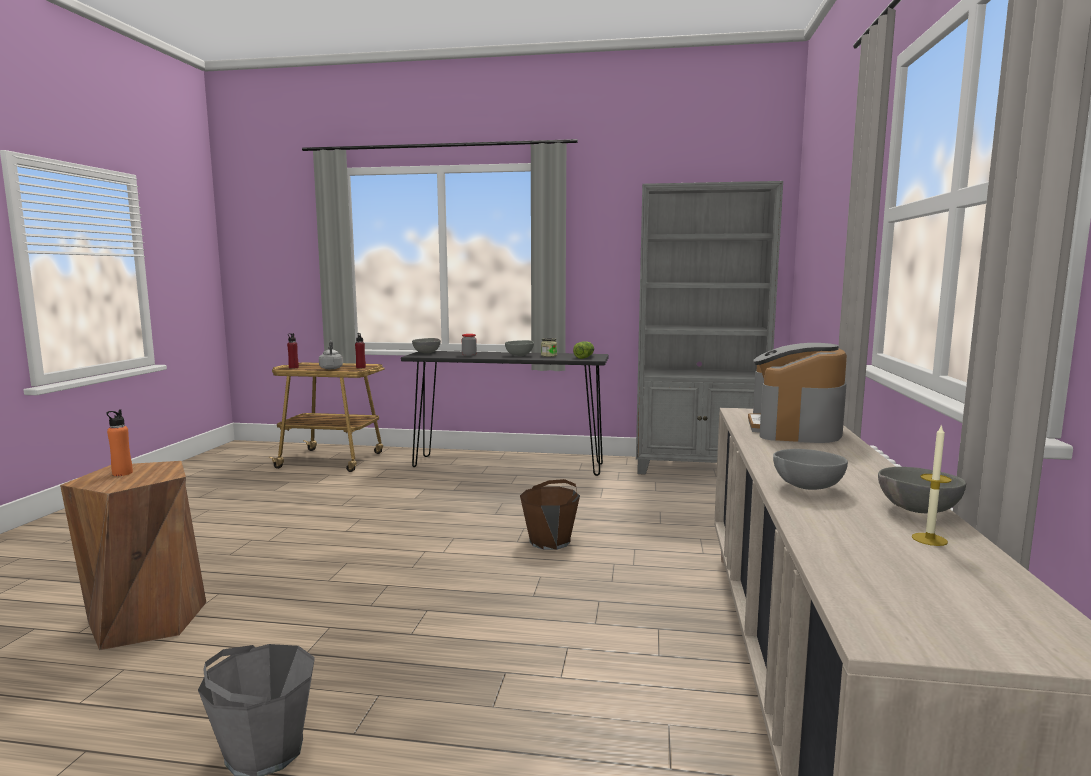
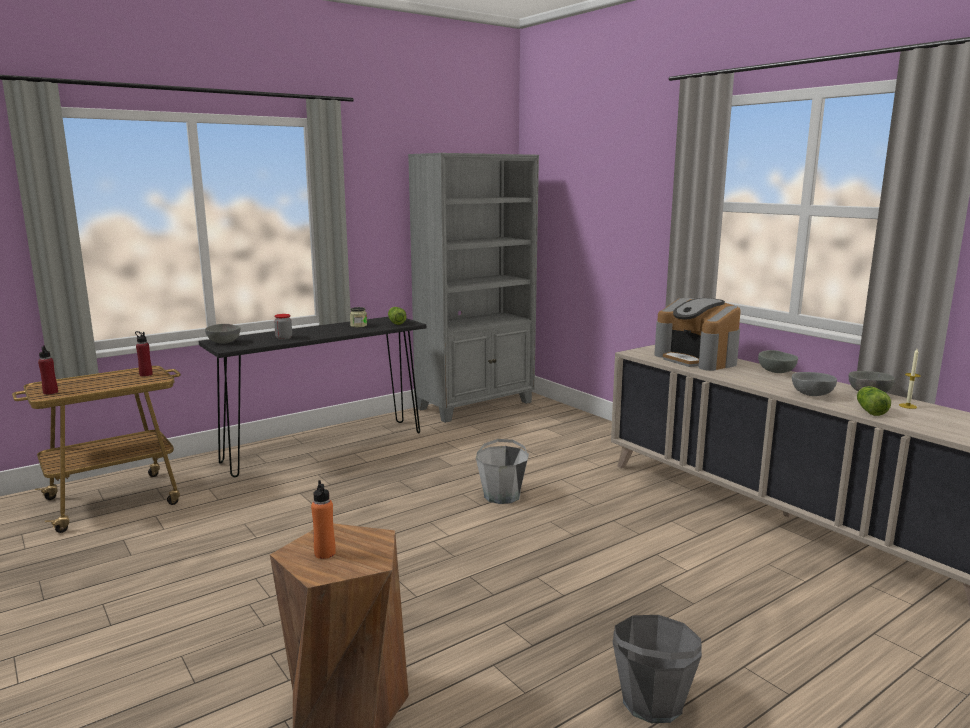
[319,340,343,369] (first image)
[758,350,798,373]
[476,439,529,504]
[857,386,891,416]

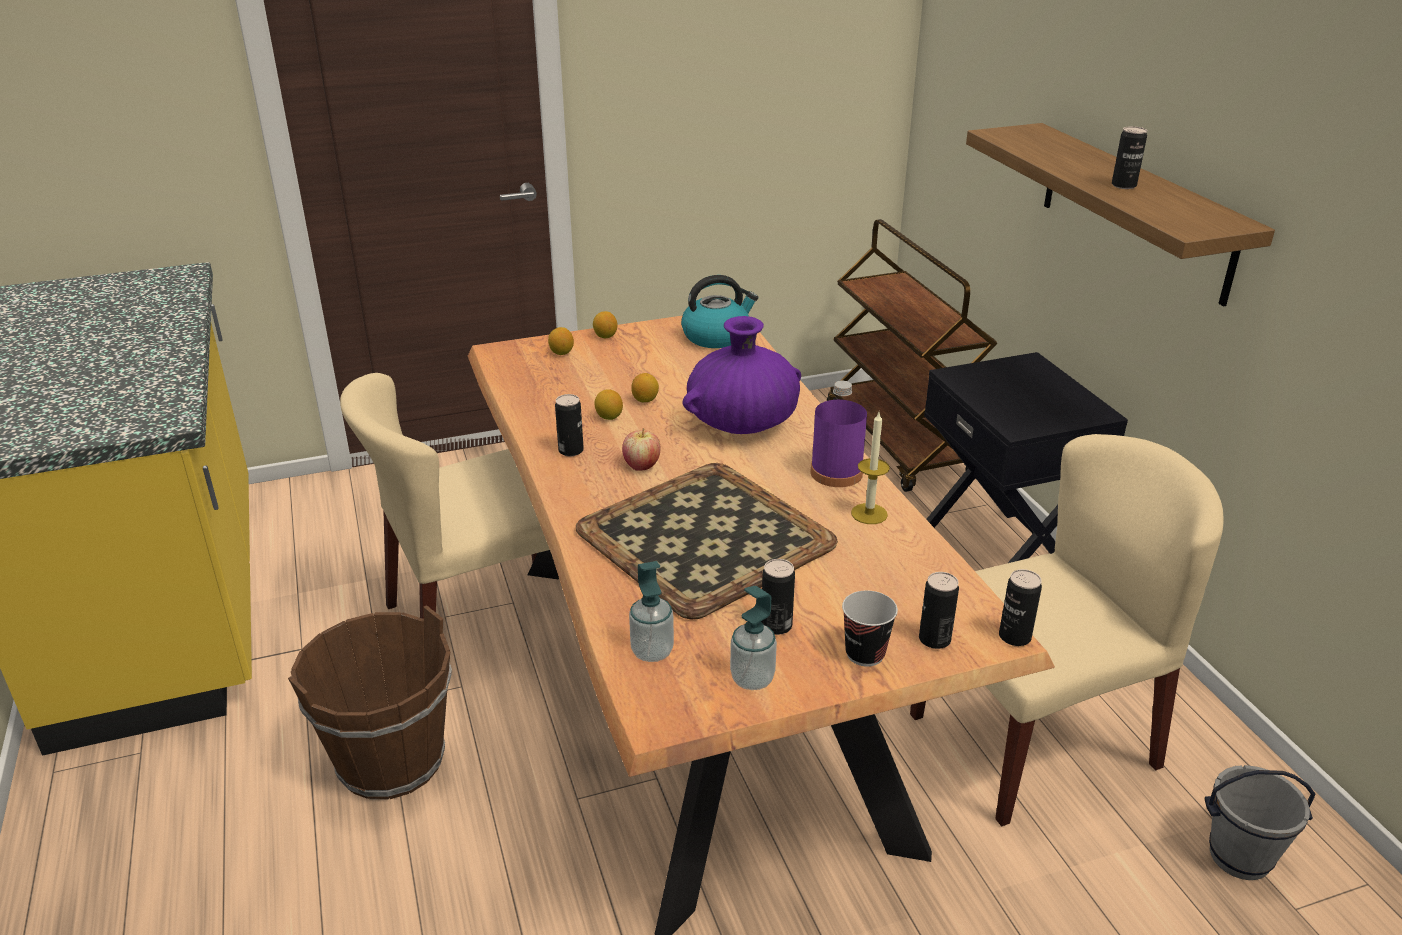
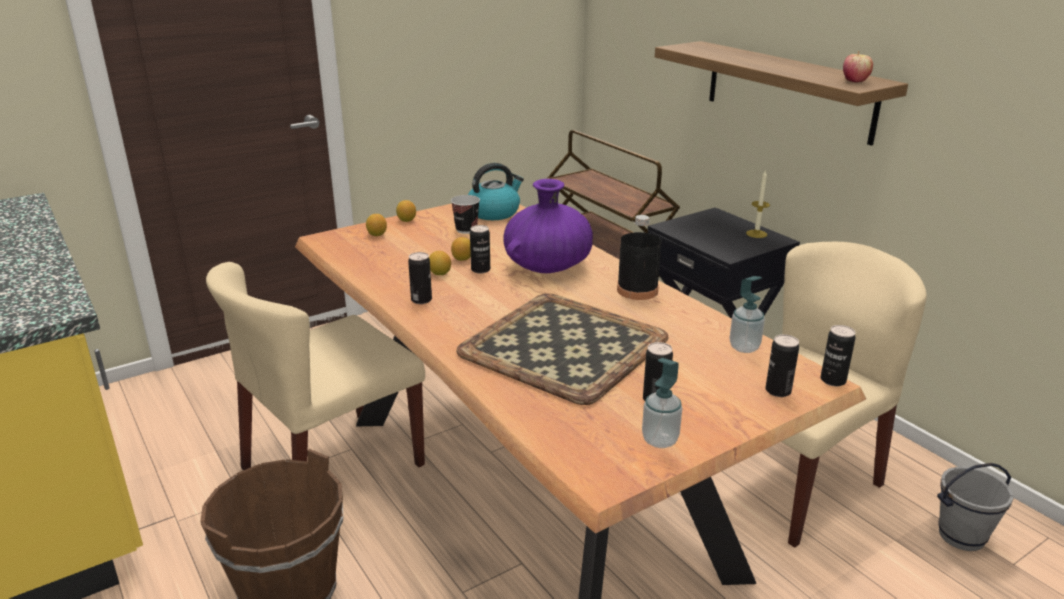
[843,51,873,82]
[729,276,765,353]
[617,215,661,300]
[451,195,480,234]
[746,169,770,238]
[470,225,490,274]

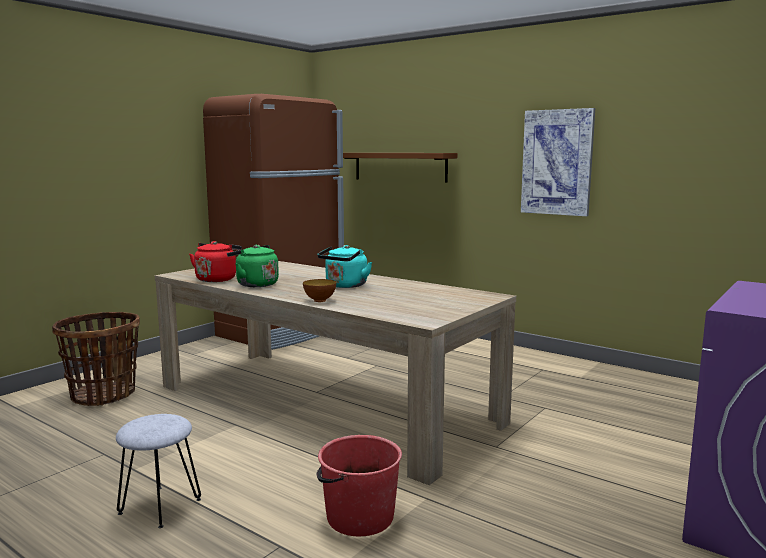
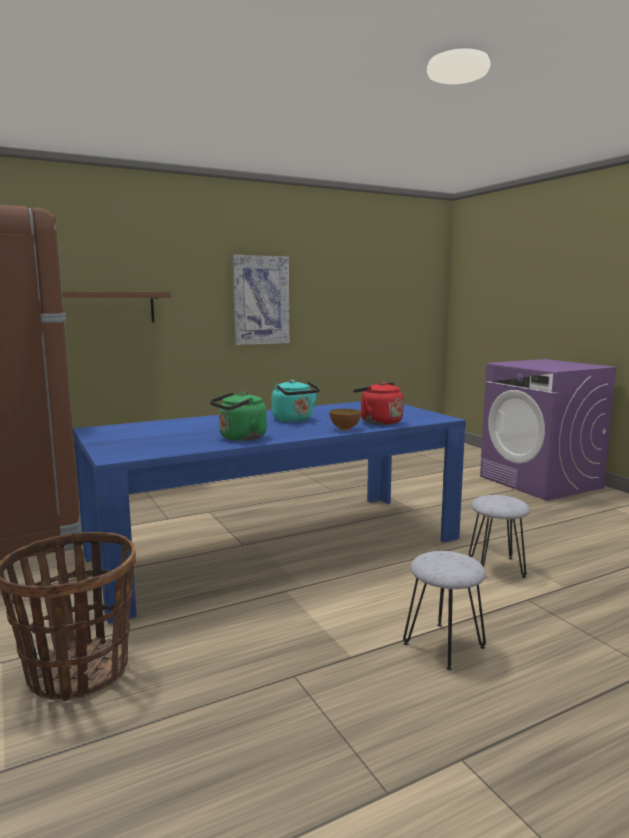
[73,401,466,624]
[353,382,404,425]
[469,495,530,578]

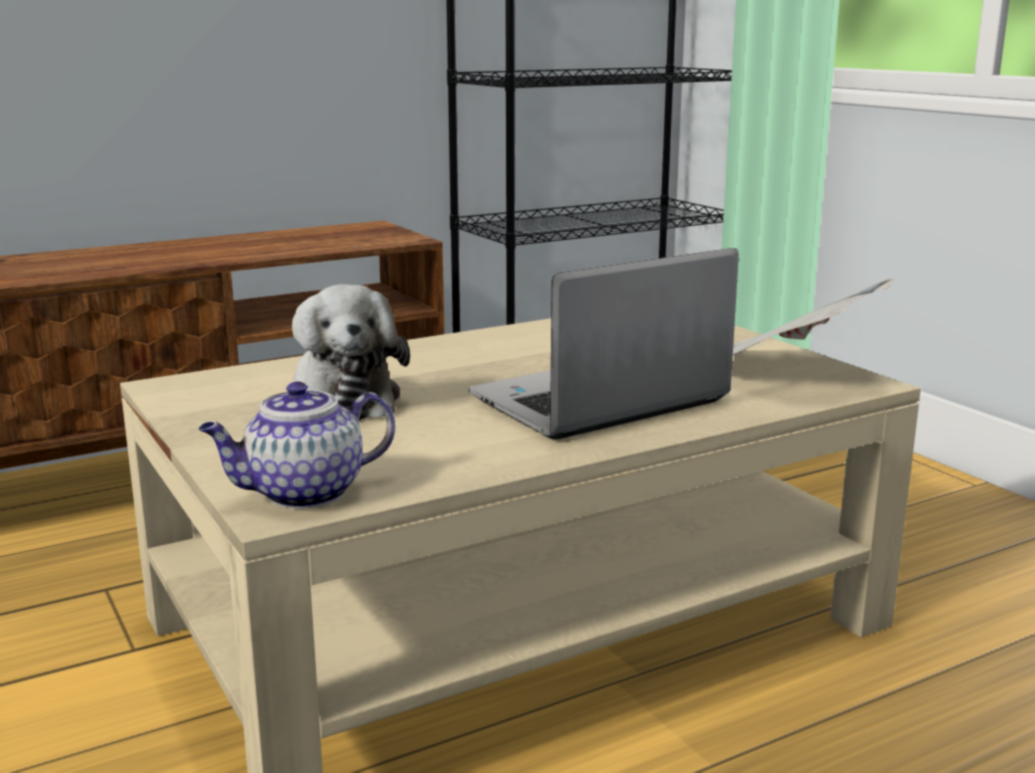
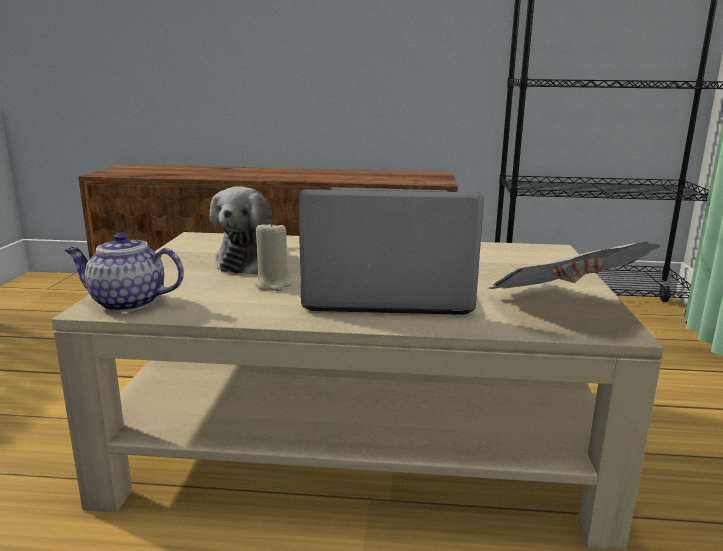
[254,220,293,291]

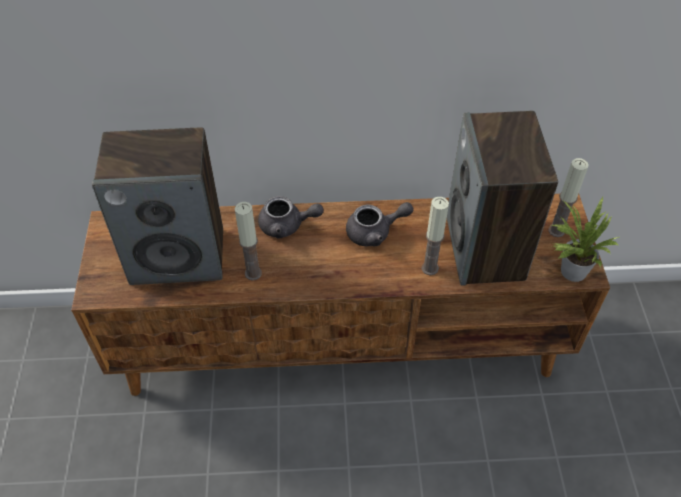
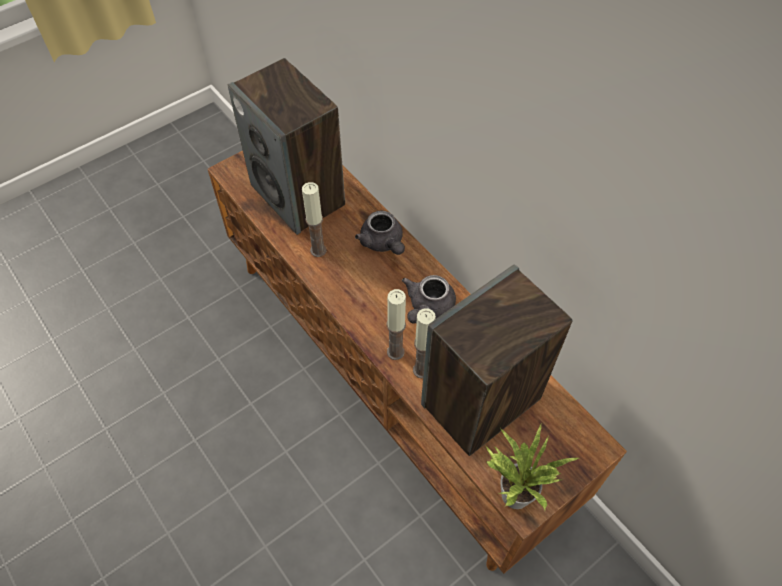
[402,275,456,324]
[386,289,406,360]

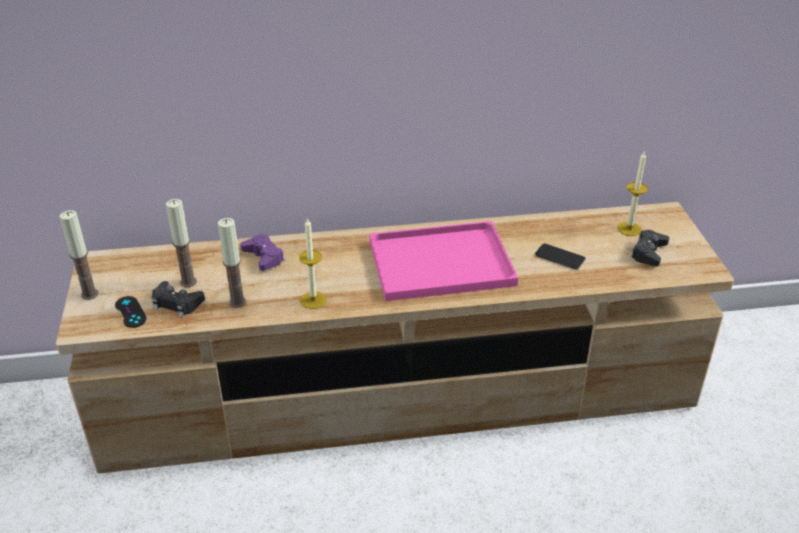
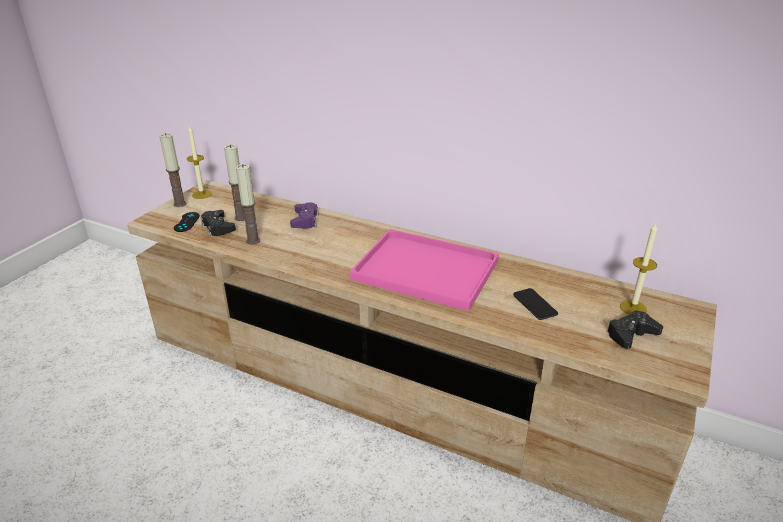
[187,125,212,199]

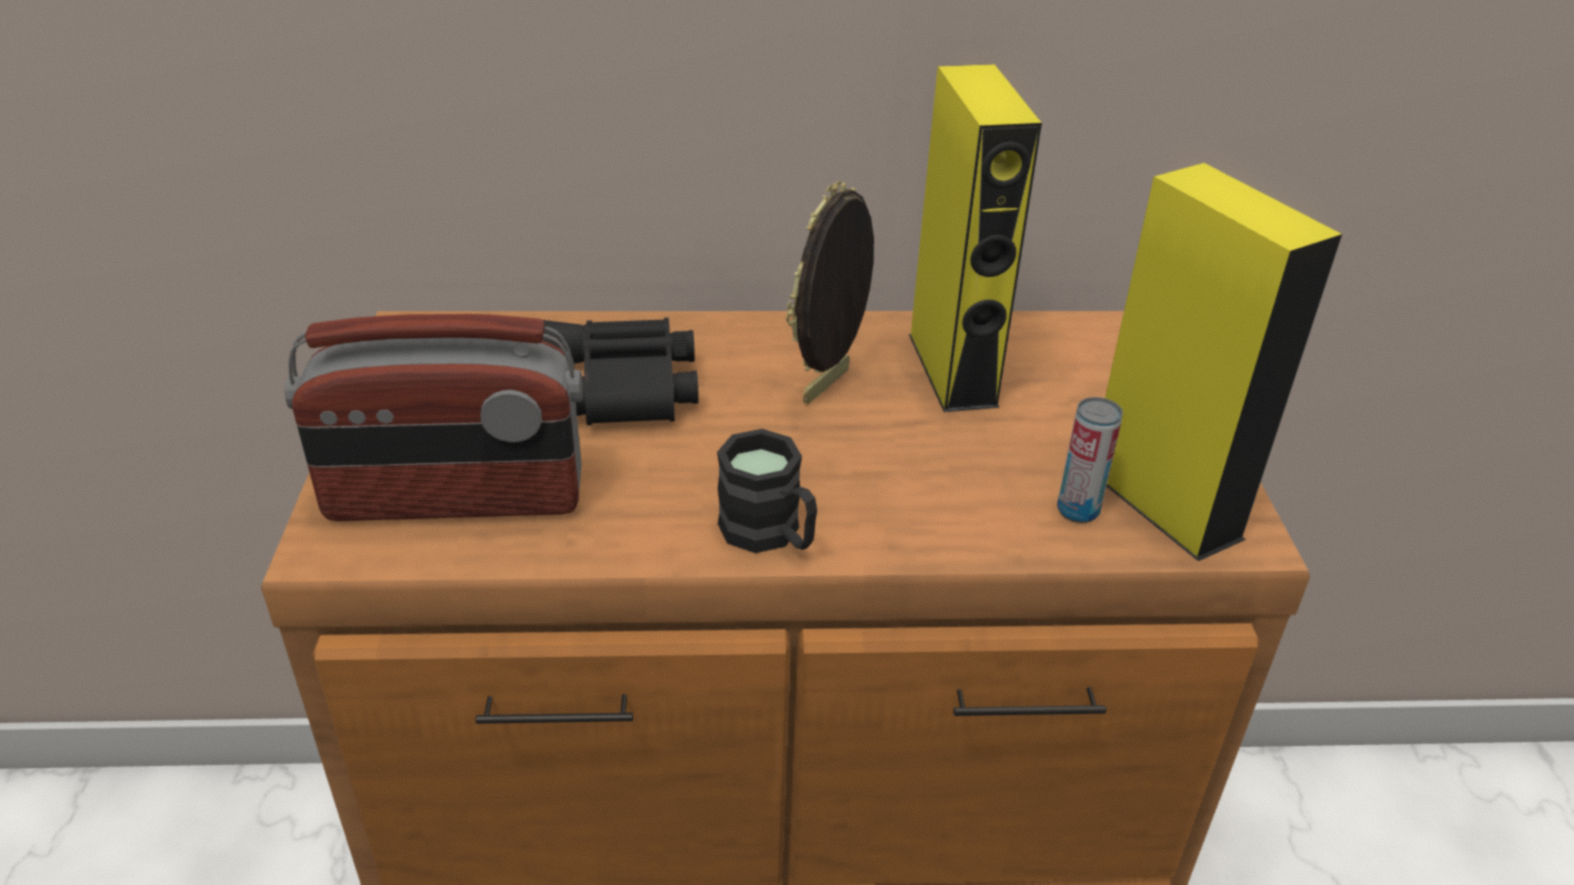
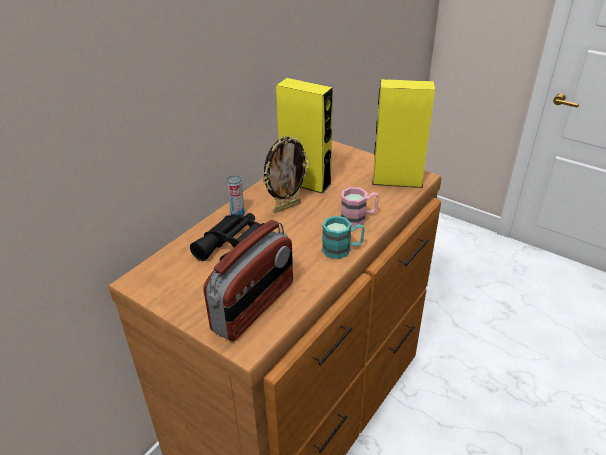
[322,216,365,259]
[262,135,310,213]
[227,175,245,215]
[341,187,379,227]

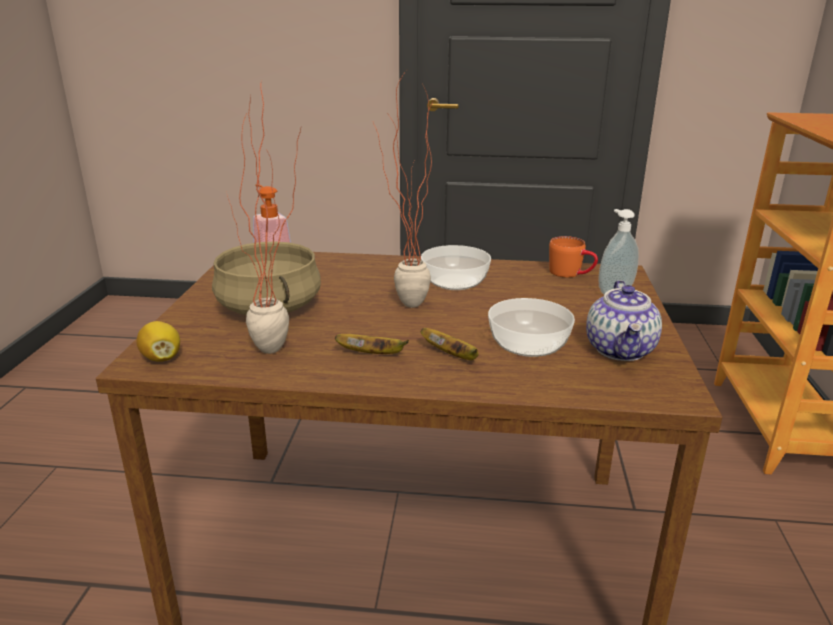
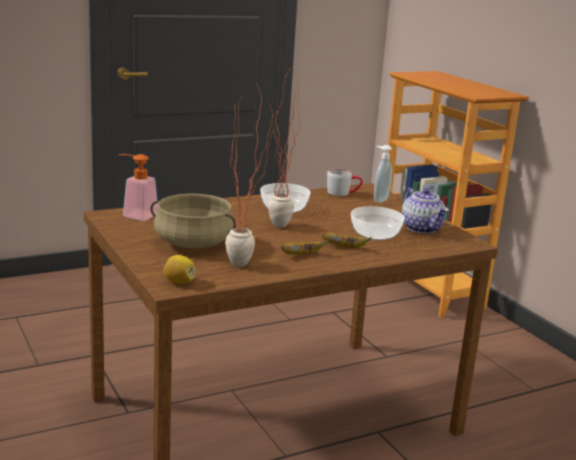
[327,168,363,196]

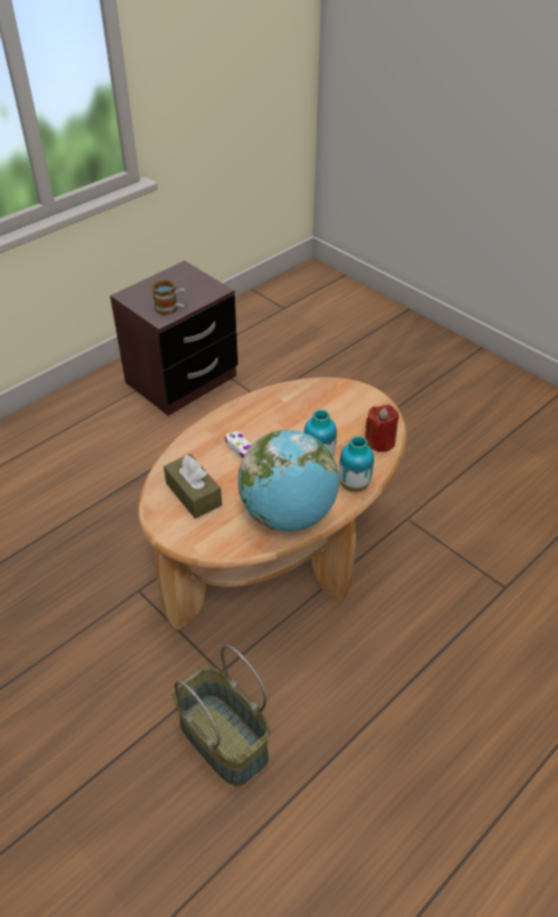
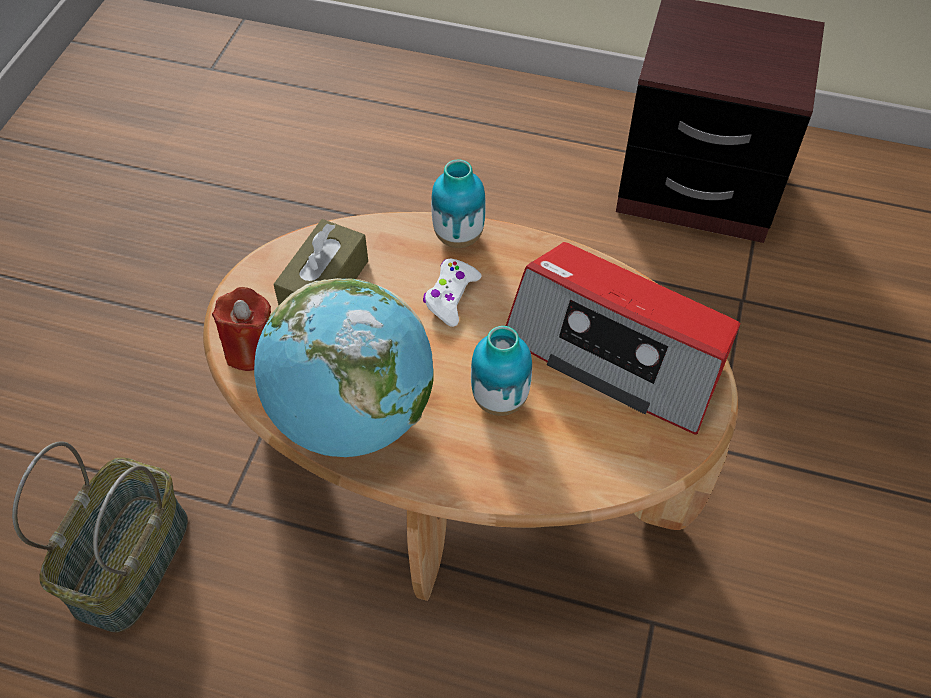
[152,280,187,316] (first image)
[431,160,486,248]
[212,287,271,371]
[506,242,740,435]

